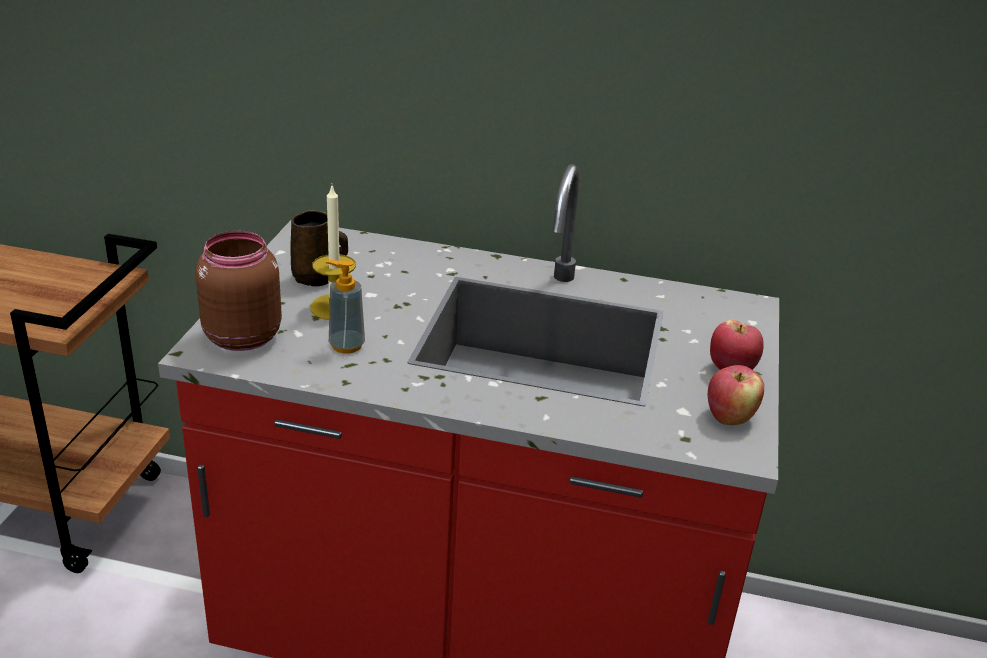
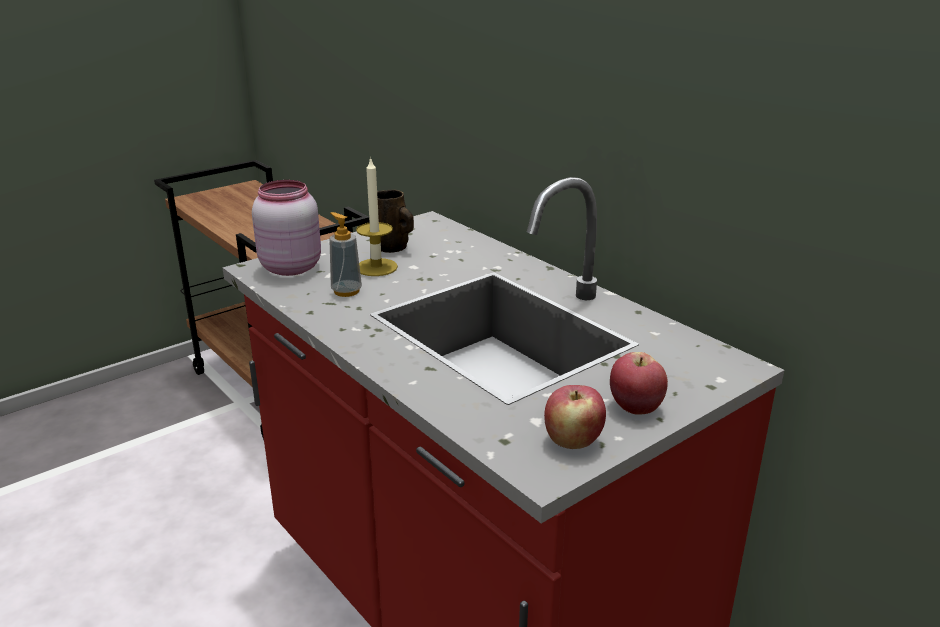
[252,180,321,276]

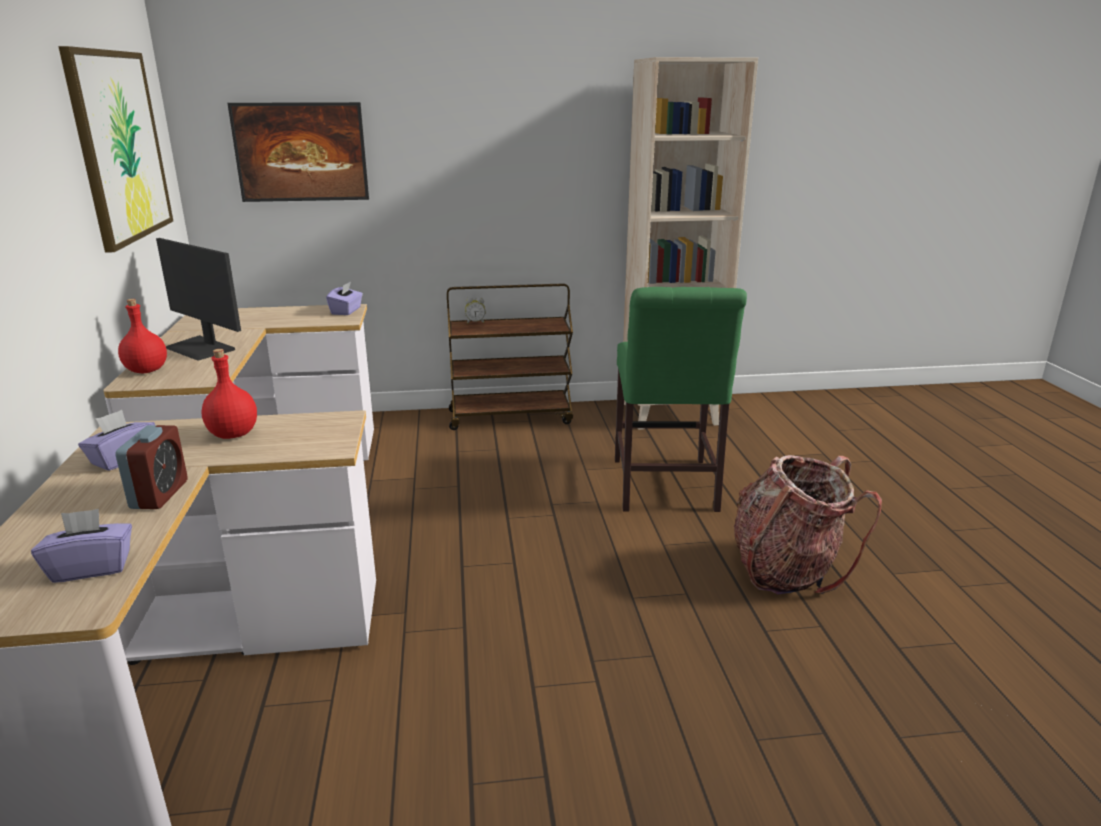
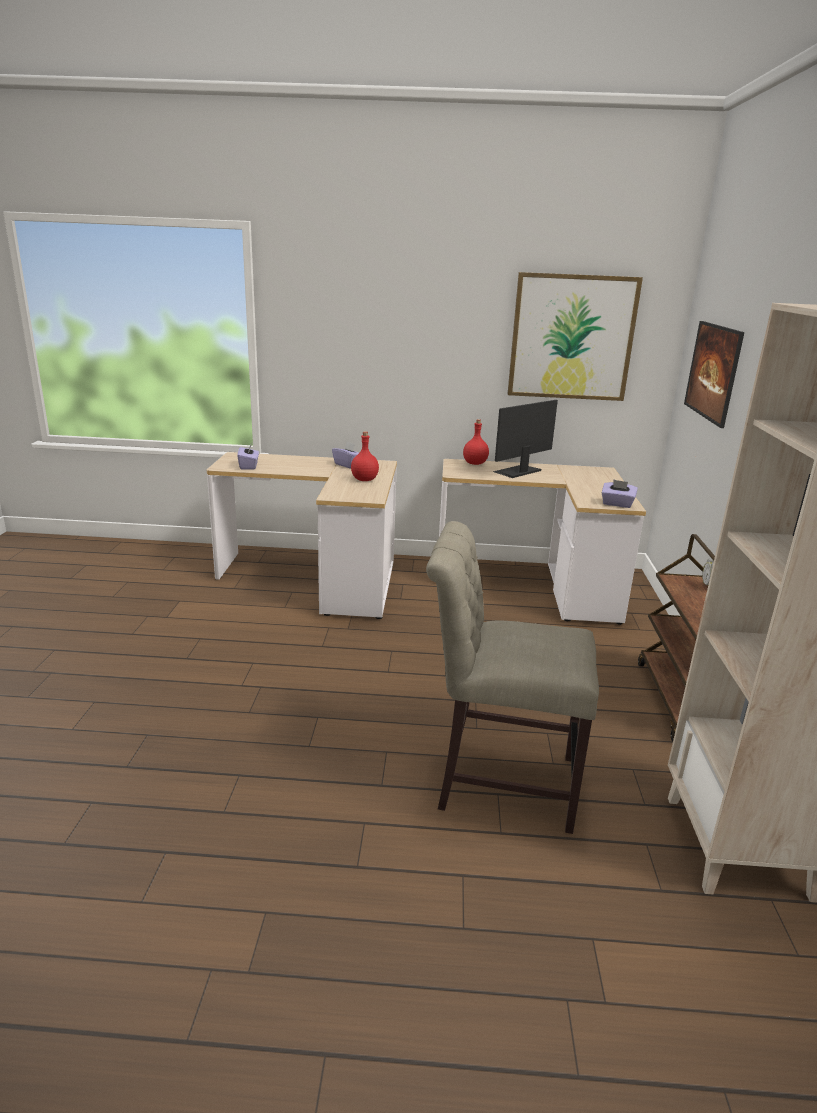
[116,425,188,509] (first image)
[426,521,599,834]
[734,455,882,595] (first image)

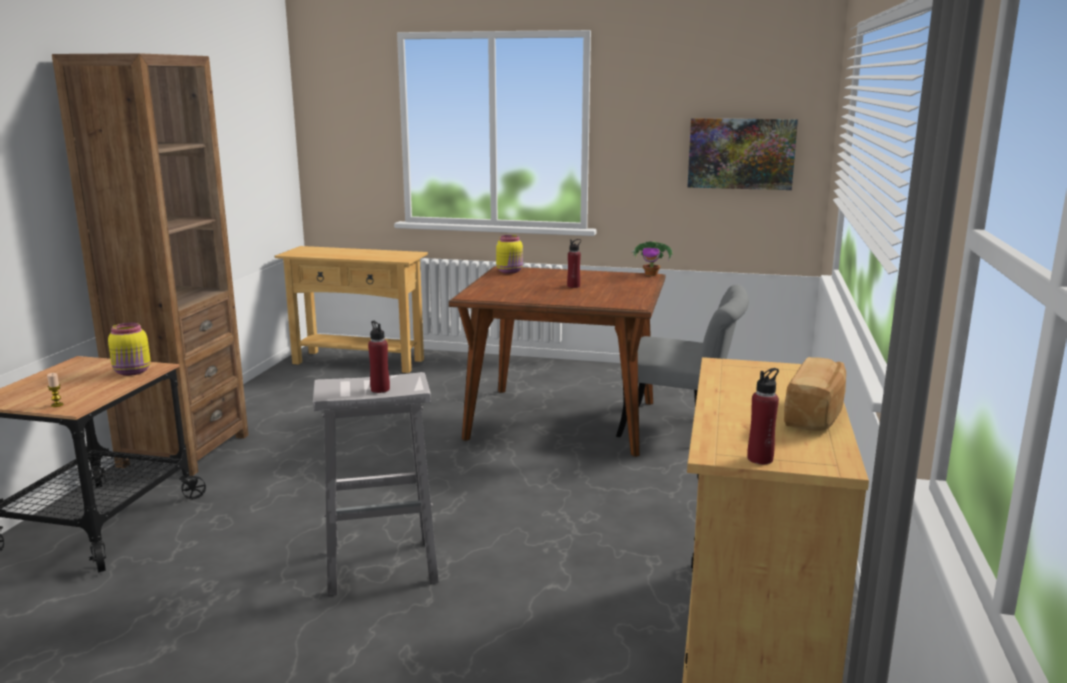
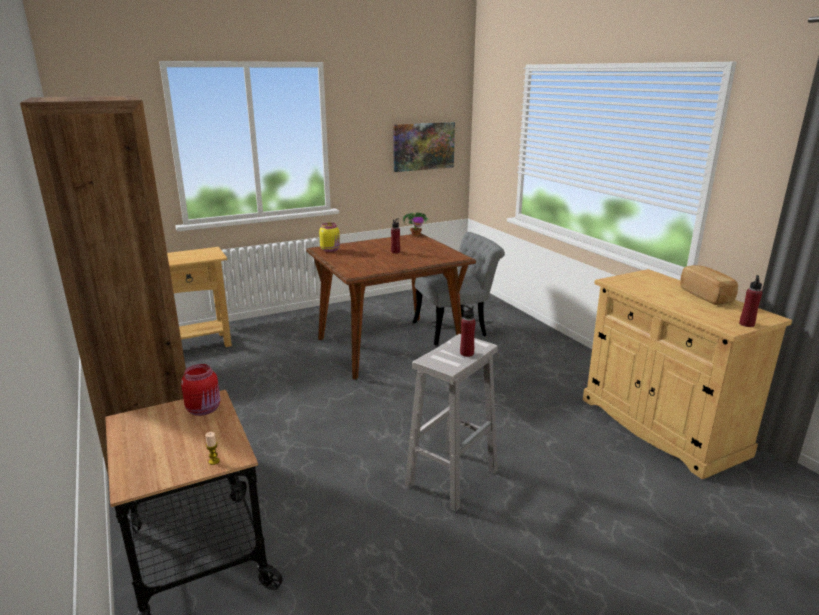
[181,364,220,416]

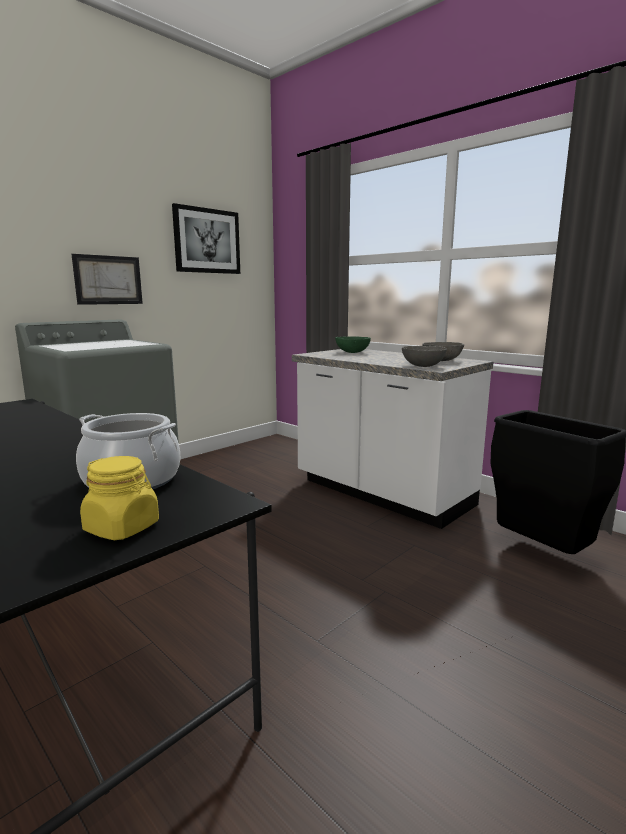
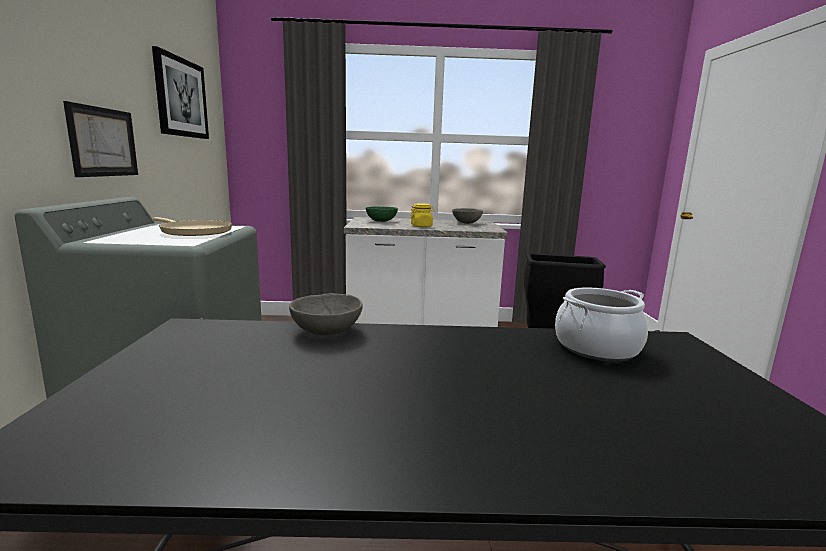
[410,203,435,227]
[289,293,363,335]
[153,217,232,236]

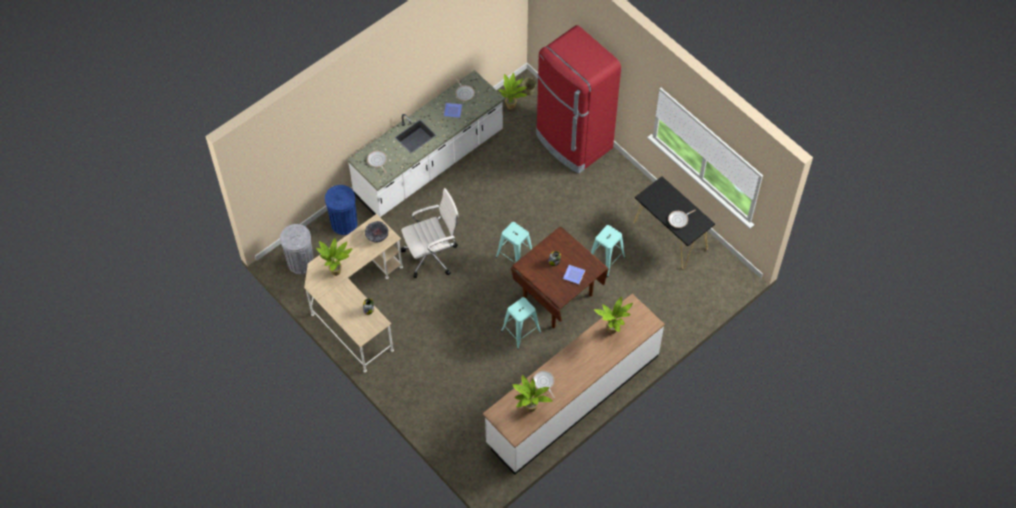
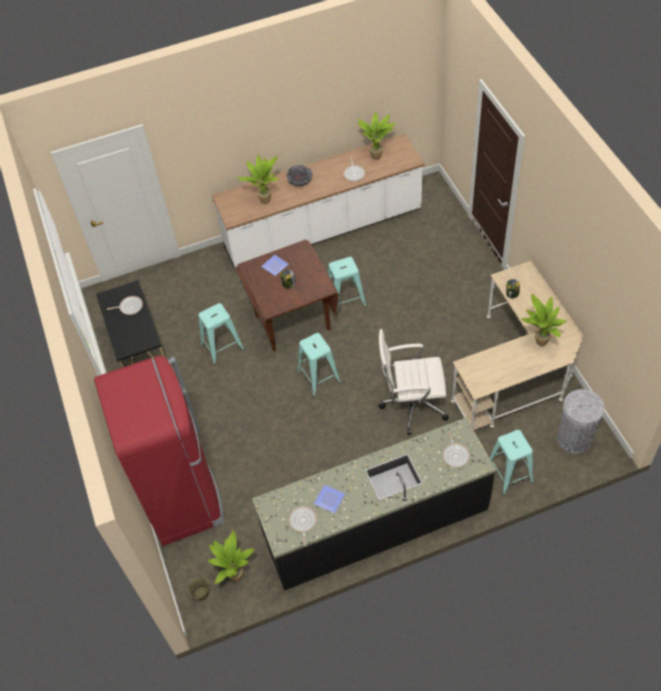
[490,430,534,495]
[252,417,496,591]
[287,165,312,187]

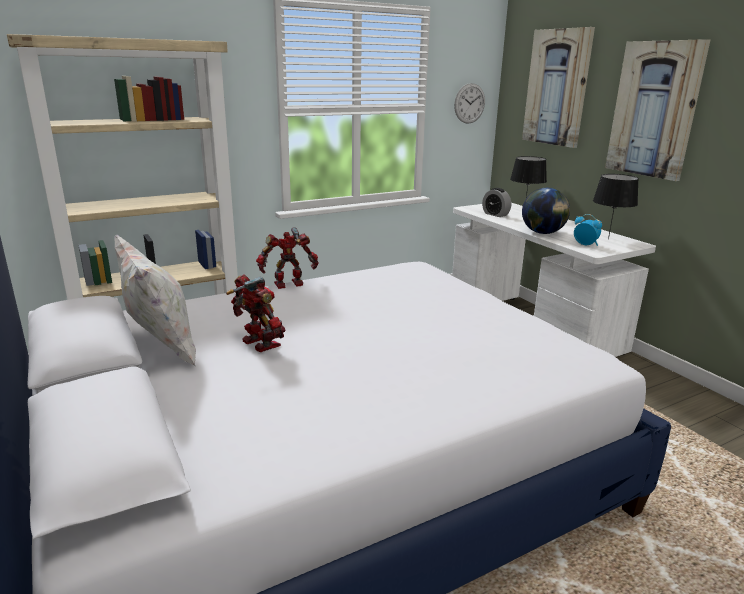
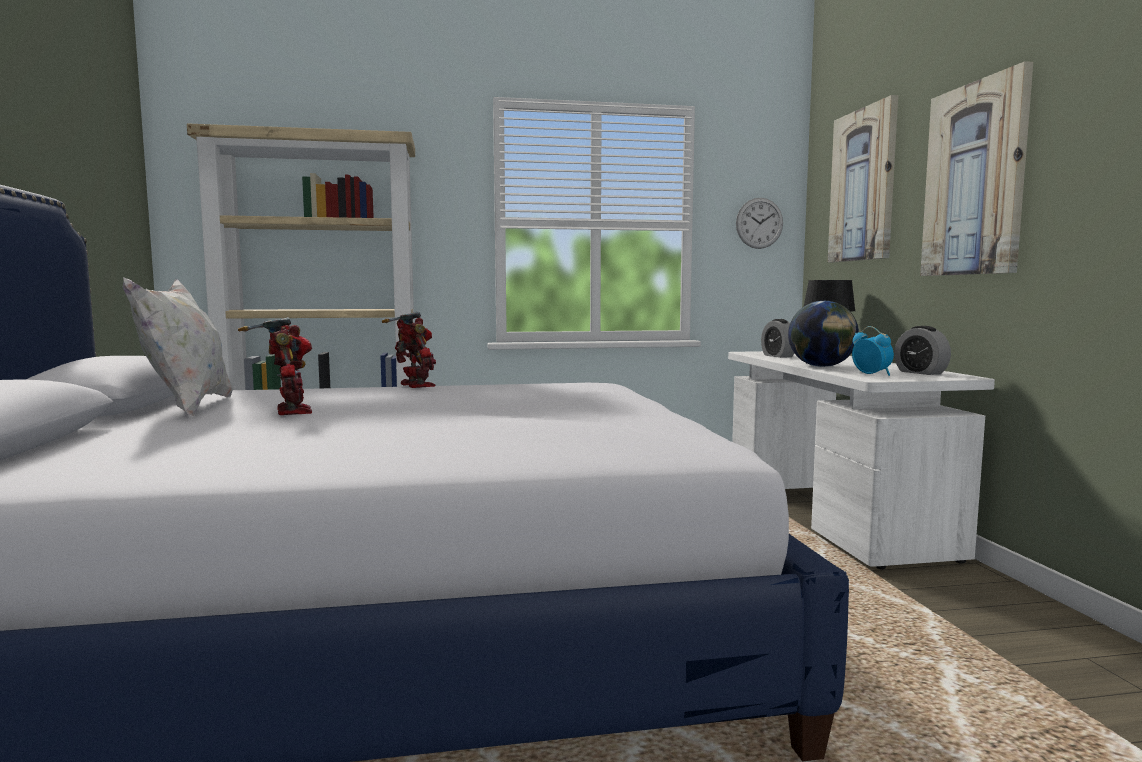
[382,312,436,388]
[894,326,951,375]

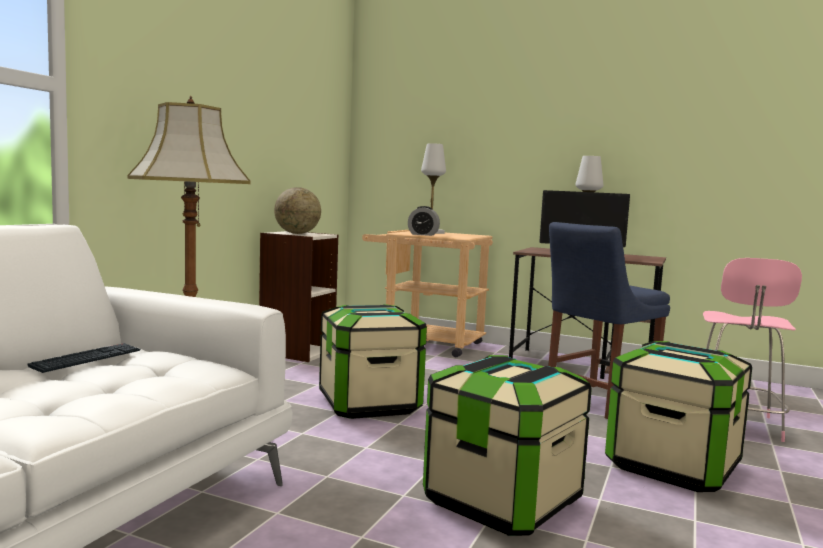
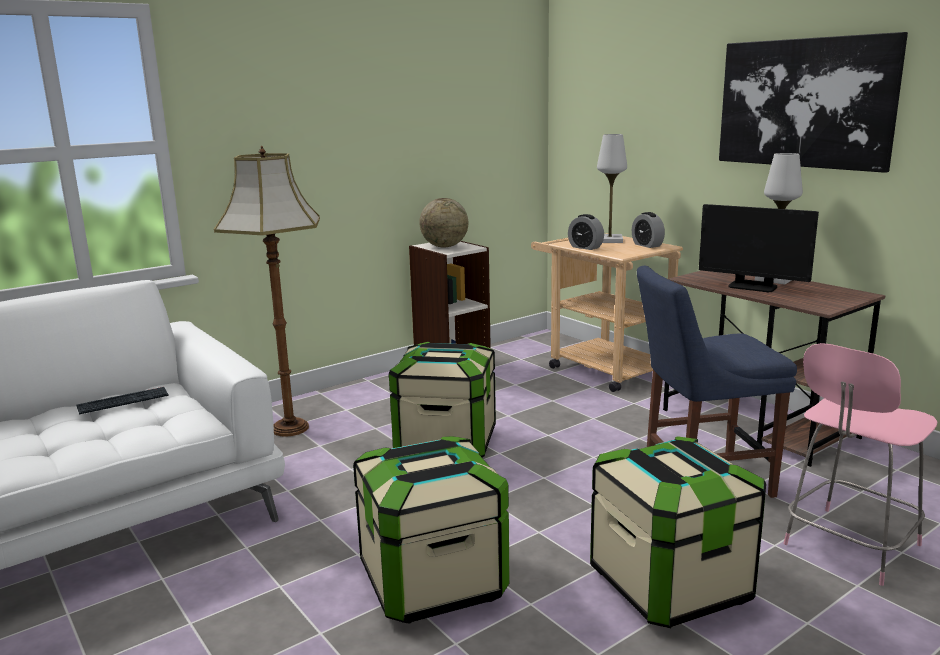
[632,212,665,248]
[719,32,908,173]

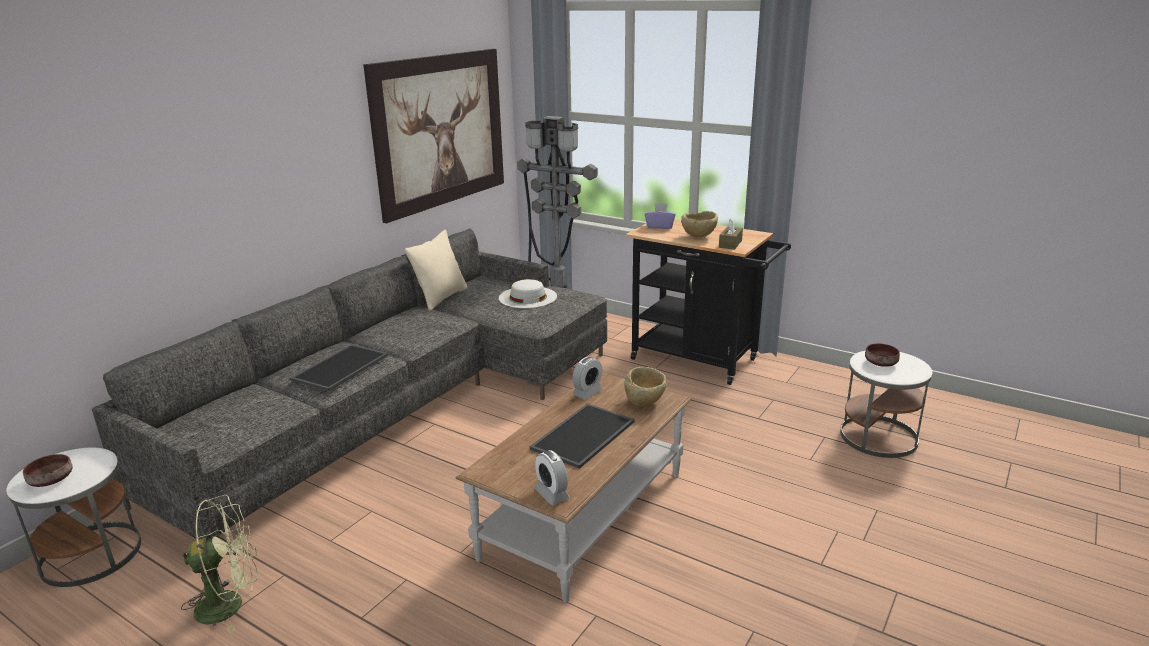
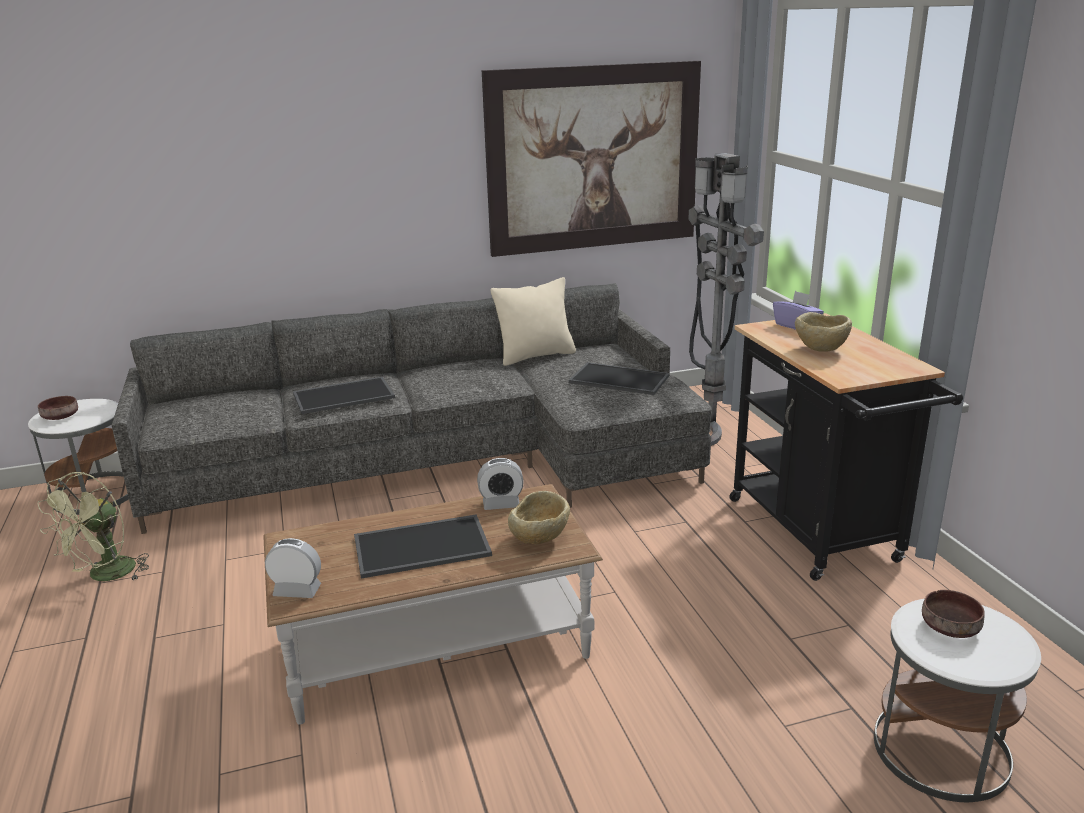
[37,472,149,581]
[568,362,669,395]
[265,538,321,598]
[719,219,743,250] (first image)

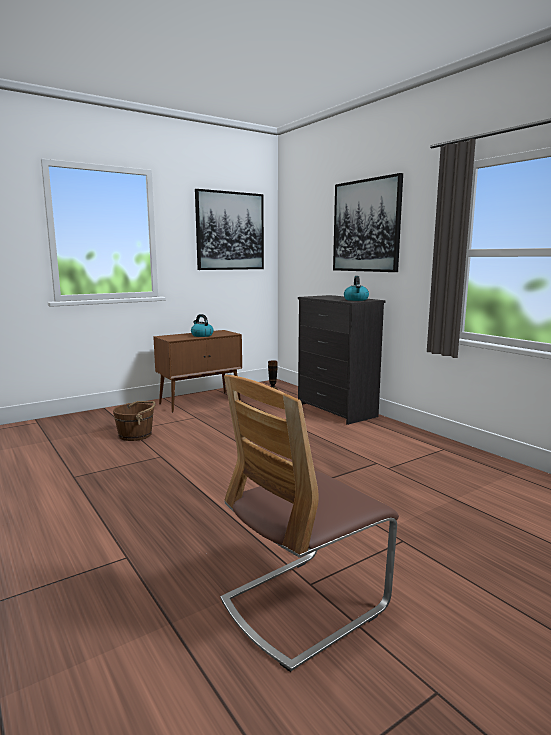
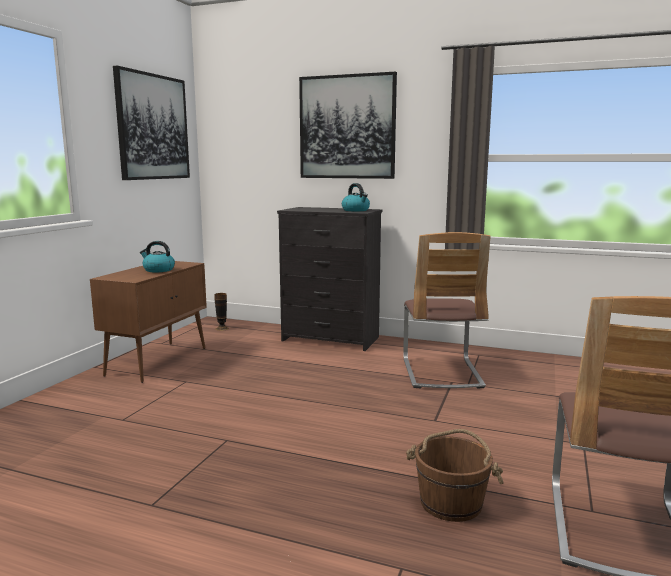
[406,429,504,522]
[403,232,491,389]

